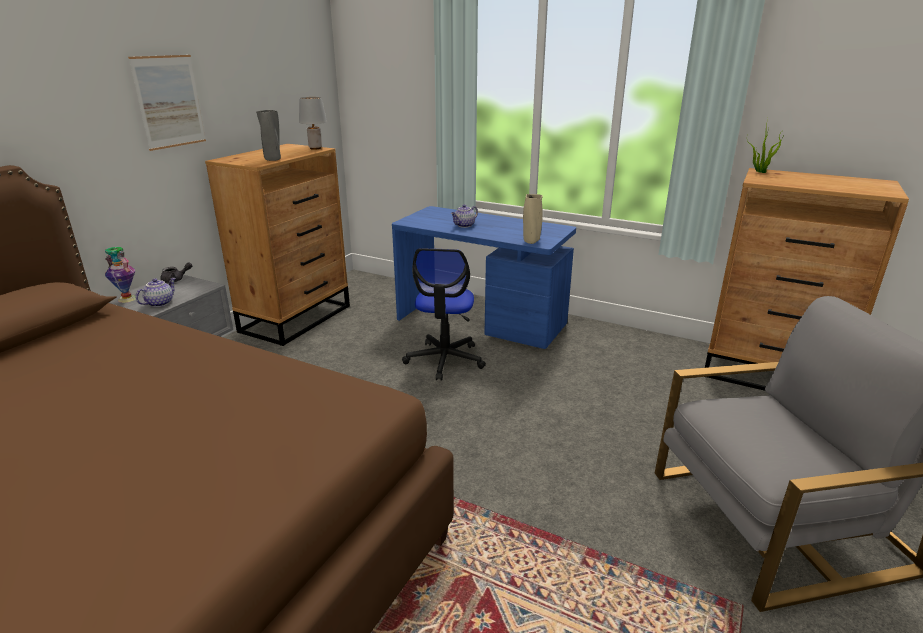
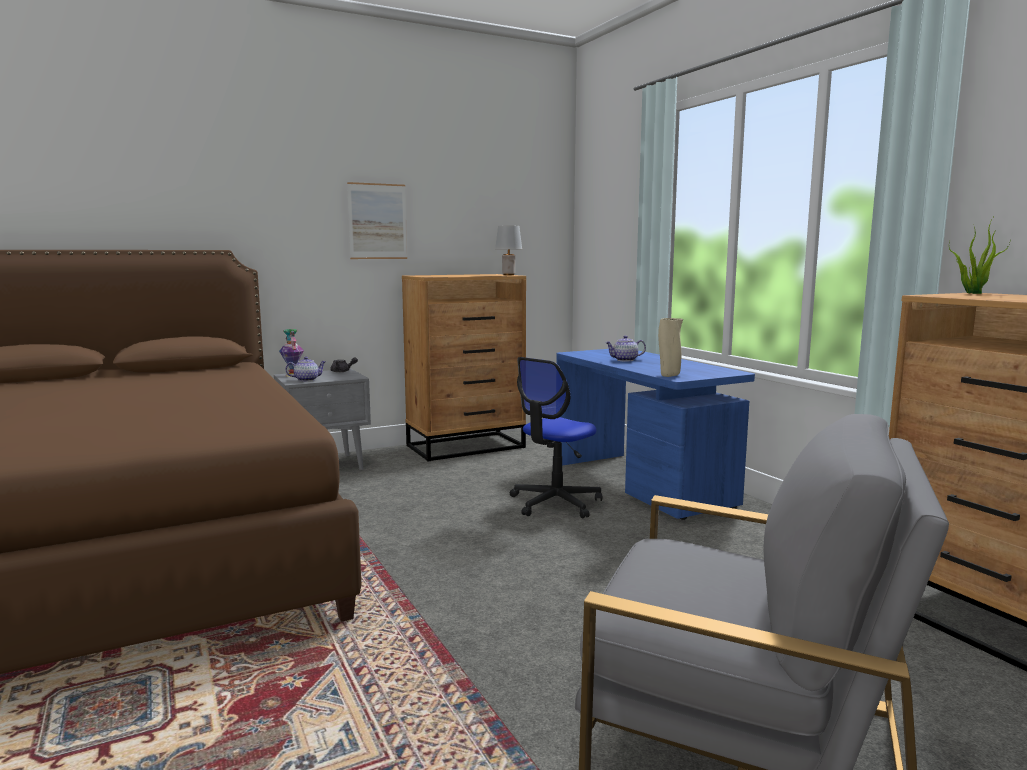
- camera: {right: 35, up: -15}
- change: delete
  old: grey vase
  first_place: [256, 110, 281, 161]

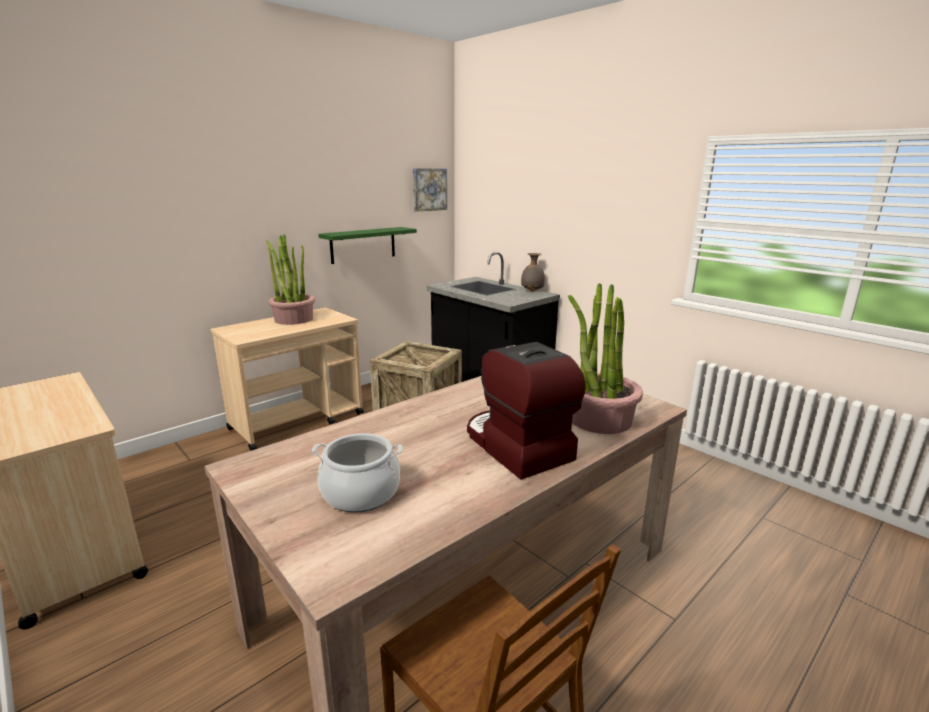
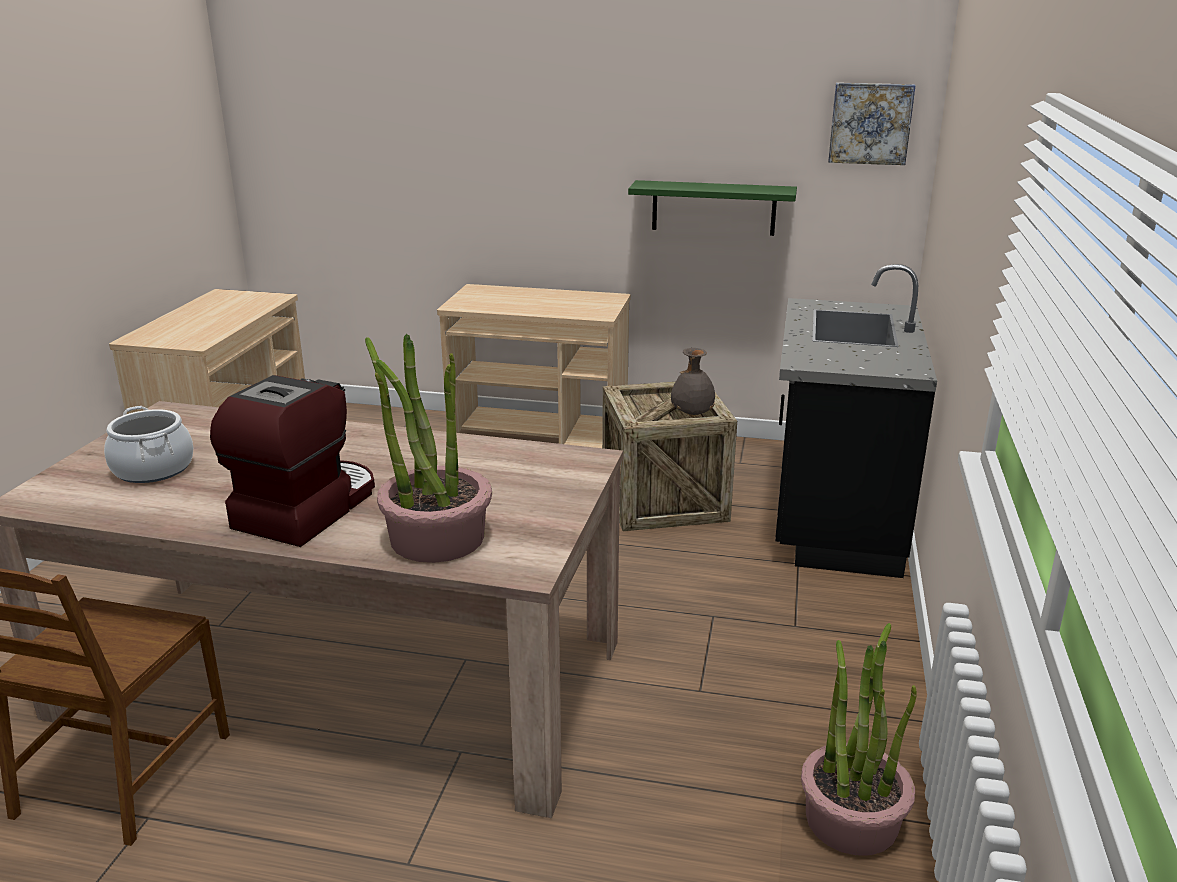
- camera: {right: 55, up: 5}
- change: move
  old: grey vase
  first_place: [521, 253, 545, 292]
  second_place: [671, 348, 715, 417]
- change: move
  old: potted plant
  first_place: [266, 234, 315, 325]
  second_place: [801, 623, 916, 856]

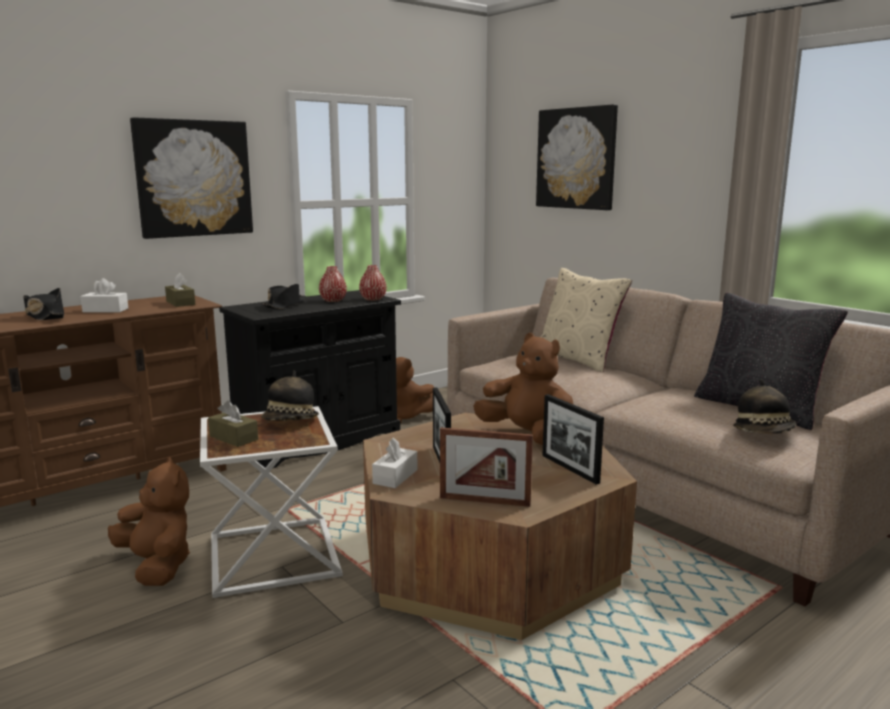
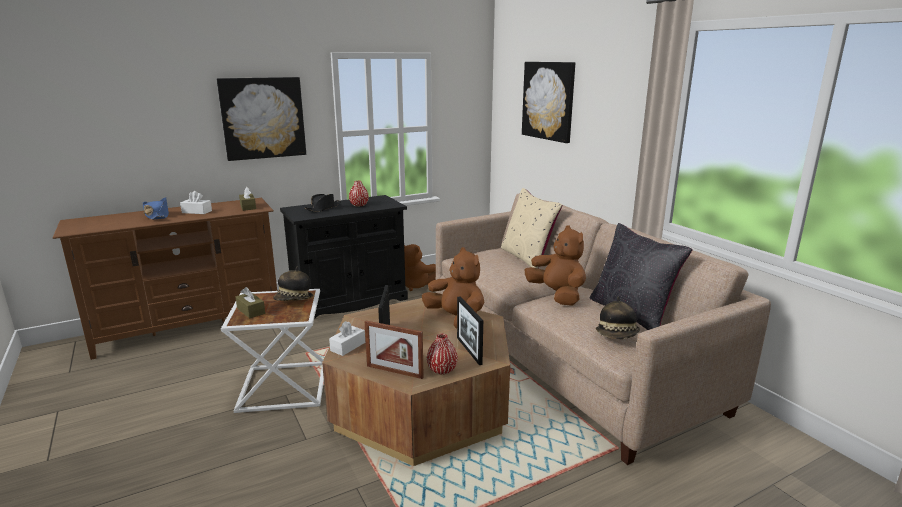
- camera: {right: 10, up: 5}
- change: recolor
  old: black hat
  new: blue hat
  first_place: [23, 288, 64, 320]
  second_place: [142, 197, 169, 220]
- change: move
  old: red vase
  first_place: [359, 265, 387, 301]
  second_place: [427, 334, 458, 375]
- change: move
  old: brown plush toy
  first_place: [108, 457, 190, 586]
  second_place: [525, 225, 586, 306]

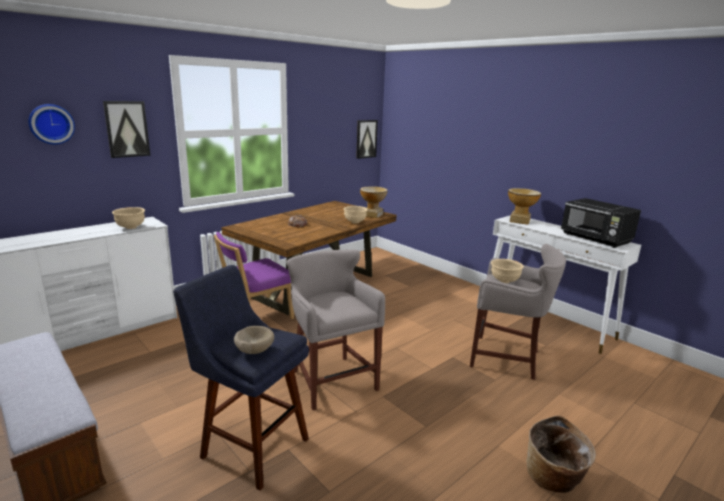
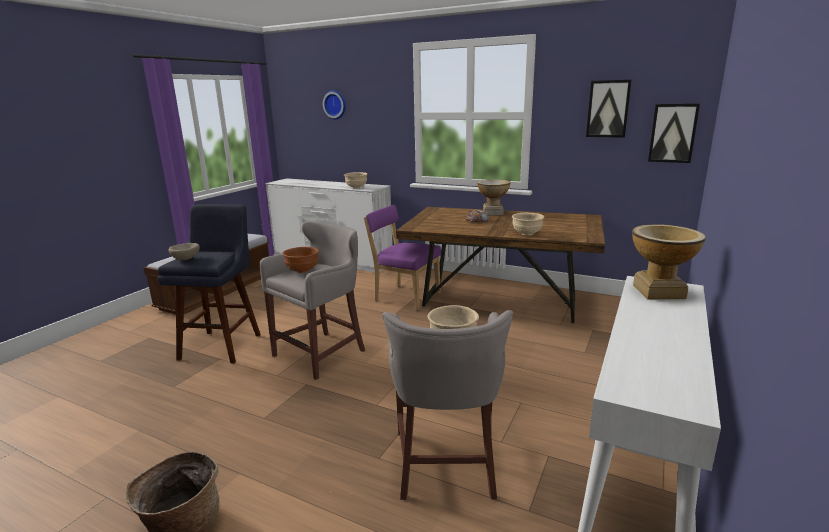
- camera: {right: 70, up: 0}
- change: insert
  new: brown bowl
  second_place: [283, 247, 319, 273]
- change: move
  old: vase
  first_place: [360, 186, 388, 218]
  second_place: [477, 179, 510, 215]
- change: move
  old: picture
  first_place: [103, 101, 151, 158]
  second_place: [586, 80, 632, 138]
- change: delete
  old: black microwave
  first_place: [561, 198, 641, 248]

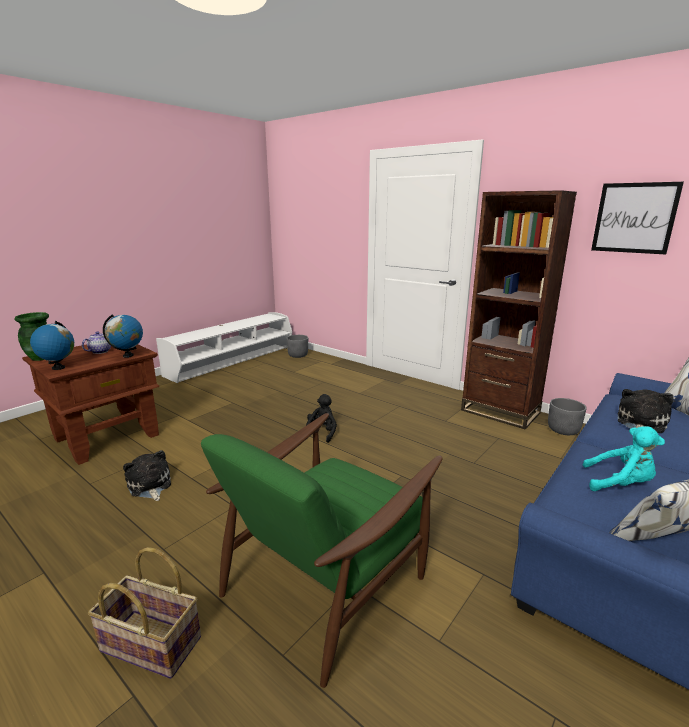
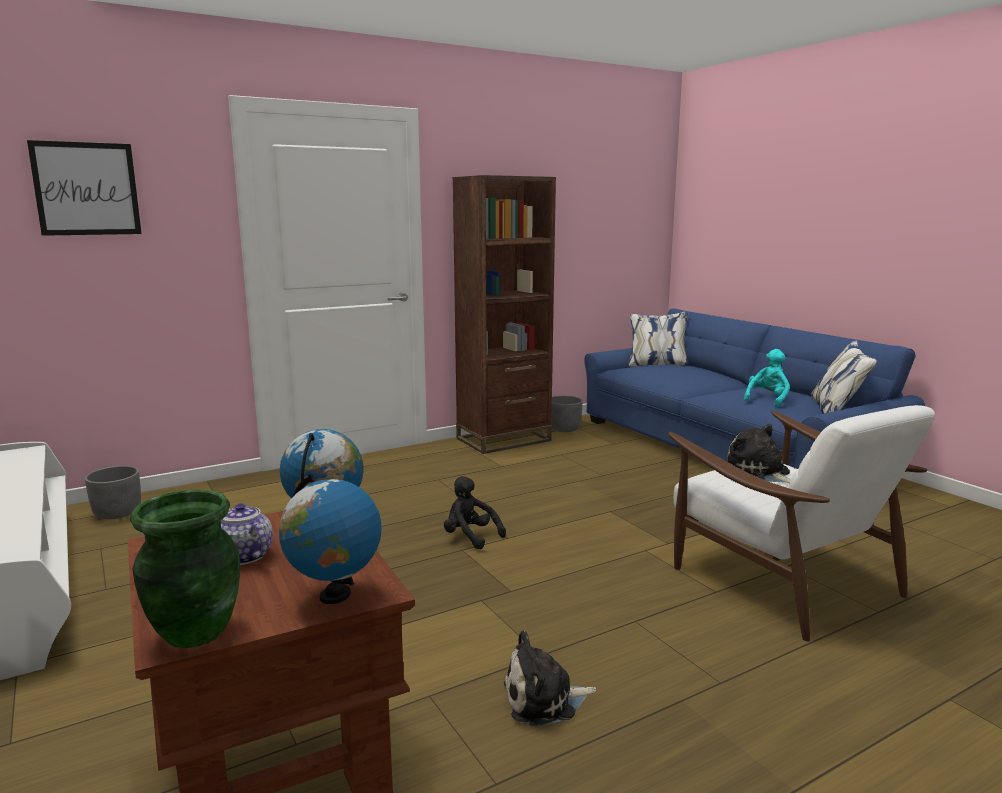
- camera: {right: -70, up: -5}
- change: move
  old: picture
  first_place: [591, 182, 684, 255]
  second_place: [27, 140, 142, 236]
- change: recolor
  old: green armchair
  new: white armchair
  first_place: [201, 413, 443, 688]
  second_place: [668, 405, 935, 641]
- change: move
  old: plush toy
  first_place: [618, 389, 674, 433]
  second_place: [727, 424, 791, 483]
- change: delete
  old: basket
  first_place: [88, 547, 201, 679]

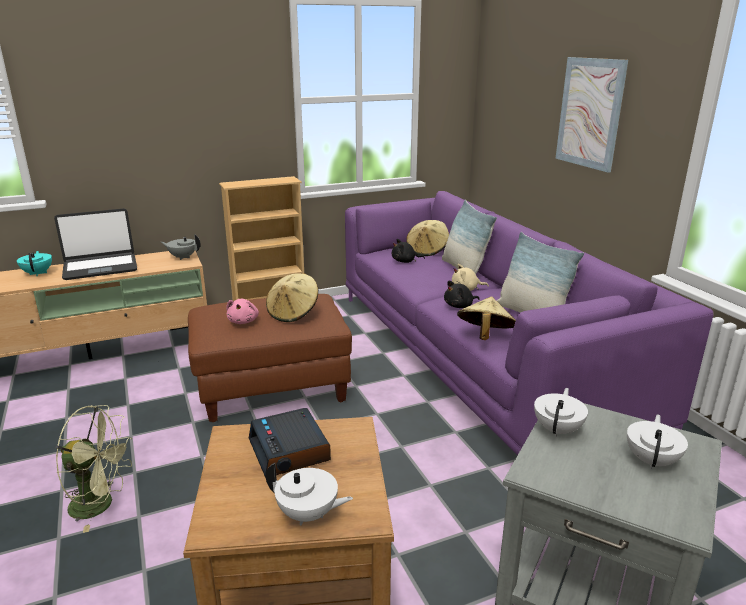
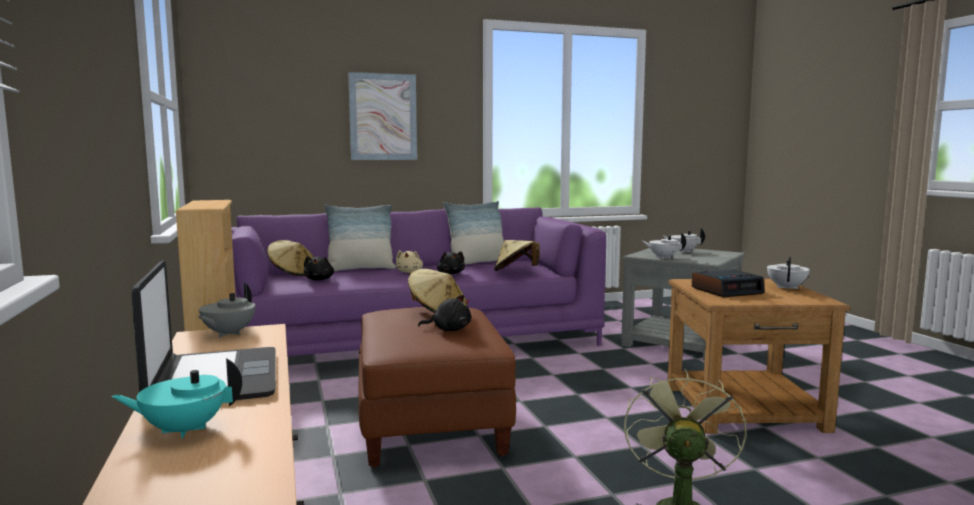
- camera: {right: -85, up: -15}
- change: recolor
  old: pink plush toy
  new: black plush toy
  first_place: [226, 299, 259, 324]
  second_place: [418, 295, 471, 331]

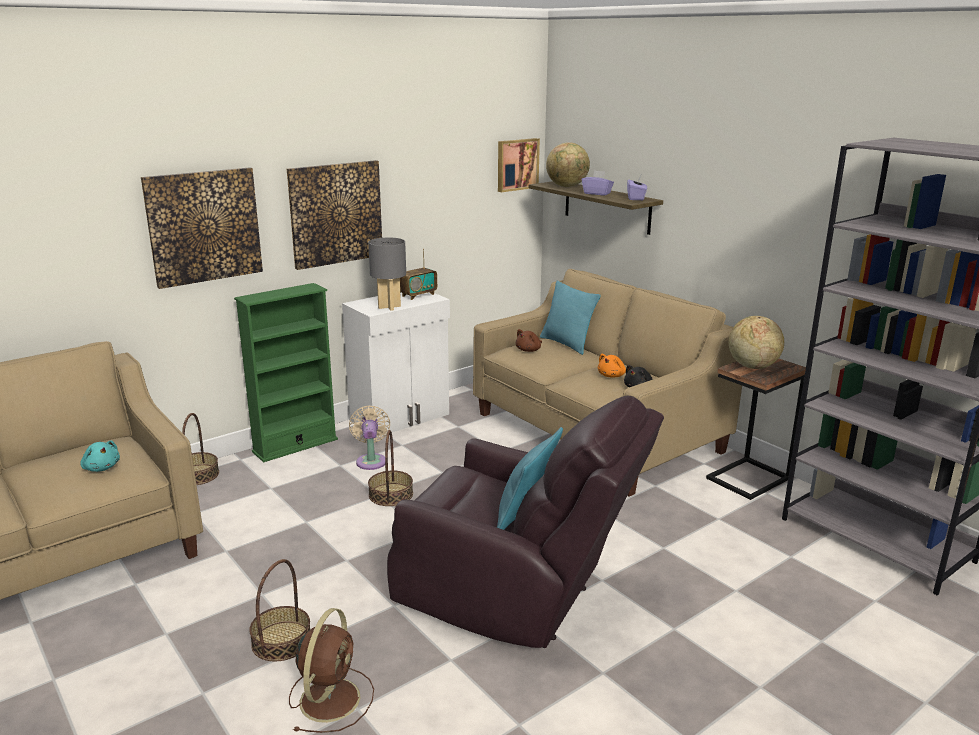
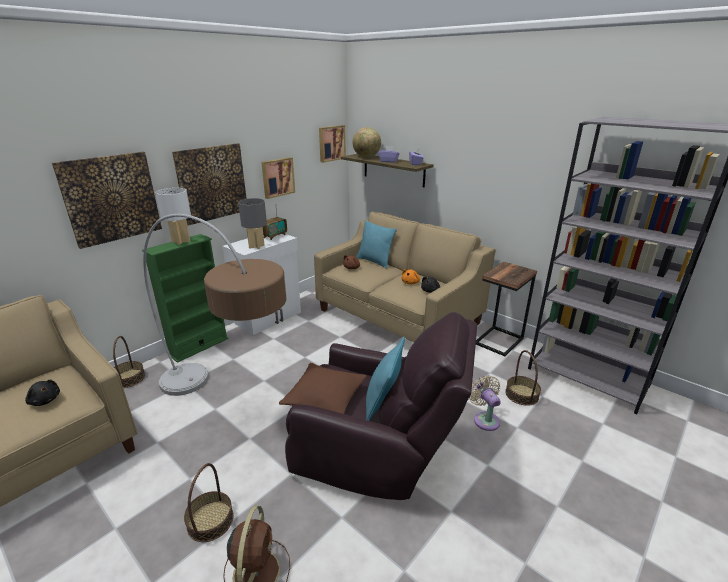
- camera: {right: -10, up: 5}
- change: recolor
  old: turquoise plush toy
  new: black plush toy
  first_place: [81, 441, 120, 472]
  second_place: [25, 380, 60, 406]
- change: insert
  new: floor lamp
  second_place: [143, 214, 286, 396]
- change: insert
  new: white table lamp
  second_place: [156, 188, 191, 245]
- change: insert
  new: picture
  second_place: [261, 157, 295, 199]
- change: insert
  new: brown pillow
  second_place: [279, 363, 366, 414]
- change: move
  old: beige fan
  first_place: [349, 405, 390, 470]
  second_place: [469, 375, 501, 431]
- change: move
  old: basket
  first_place: [368, 430, 413, 506]
  second_place: [505, 350, 541, 406]
- change: delete
  old: globe
  first_place: [729, 316, 784, 369]

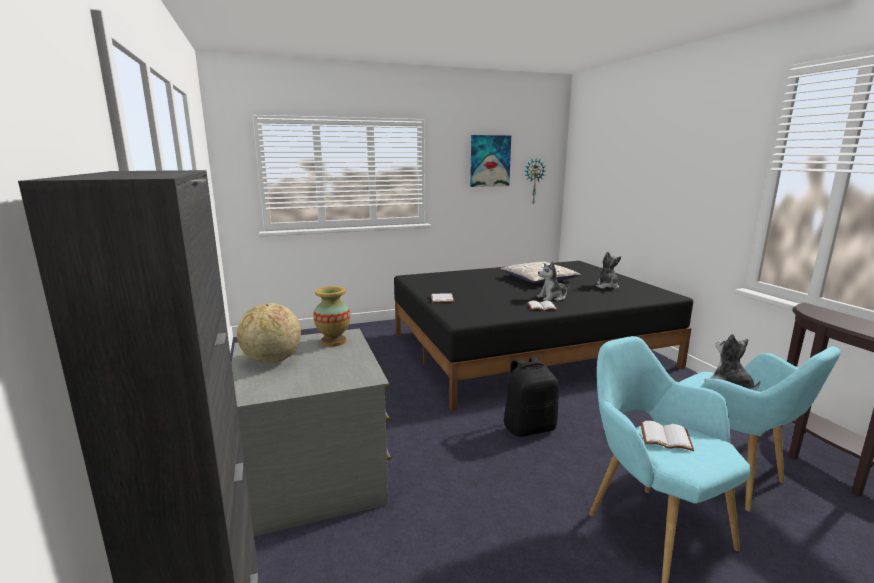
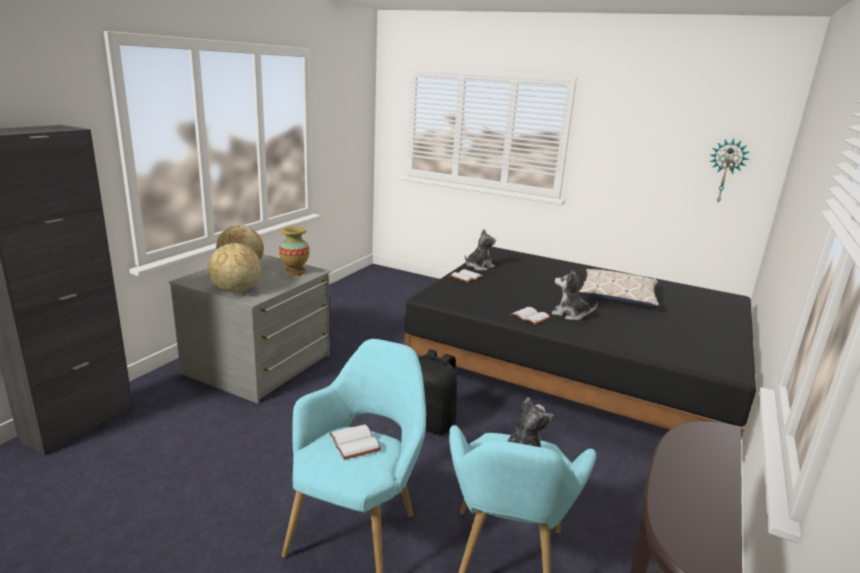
- camera: {right: 45, up: 5}
- change: insert
  new: globe
  second_place: [208, 243, 261, 293]
- change: move
  old: plush toy
  first_place: [596, 251, 621, 289]
  second_place: [465, 229, 496, 271]
- change: delete
  old: picture
  first_place: [470, 135, 511, 187]

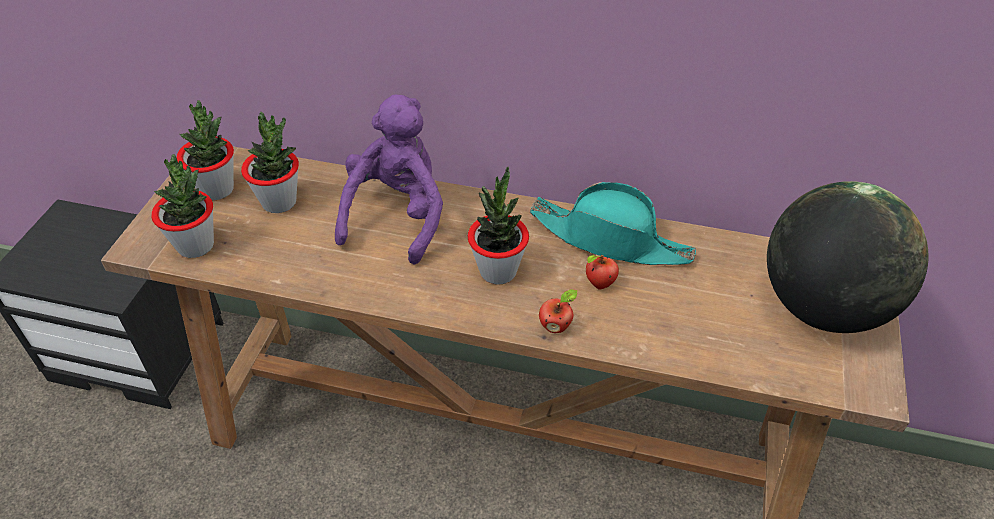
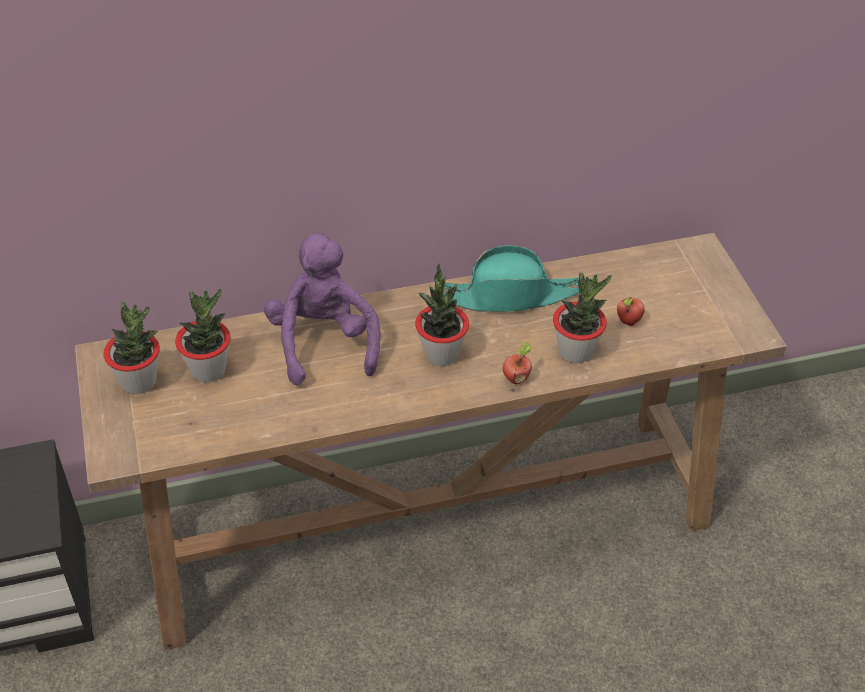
- camera: {right: -30, up: 0}
- change: move
  old: potted plant
  first_place: [151, 154, 214, 258]
  second_place: [553, 272, 611, 364]
- change: move
  old: apple
  first_place: [586, 255, 619, 289]
  second_place: [617, 297, 644, 326]
- change: delete
  old: globe
  first_place: [767, 181, 929, 333]

